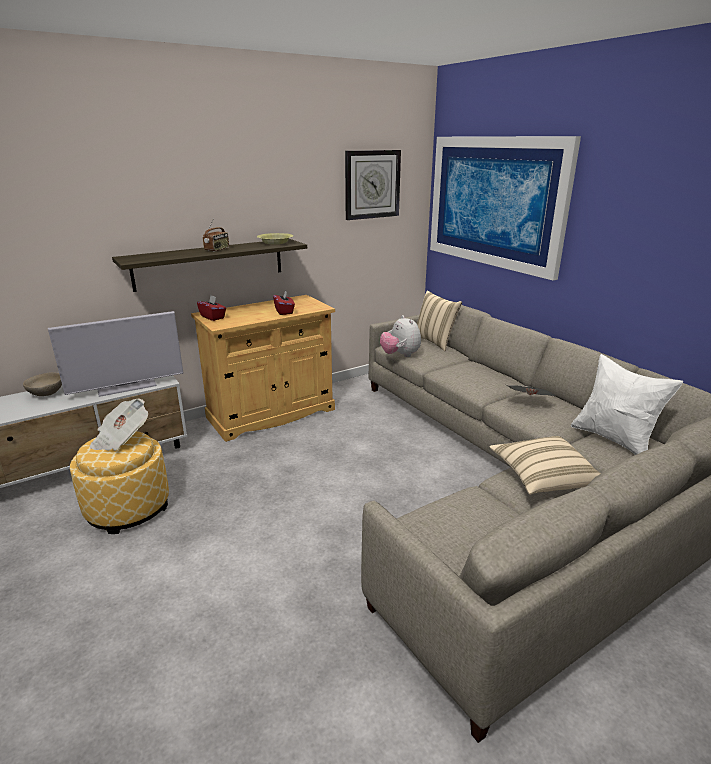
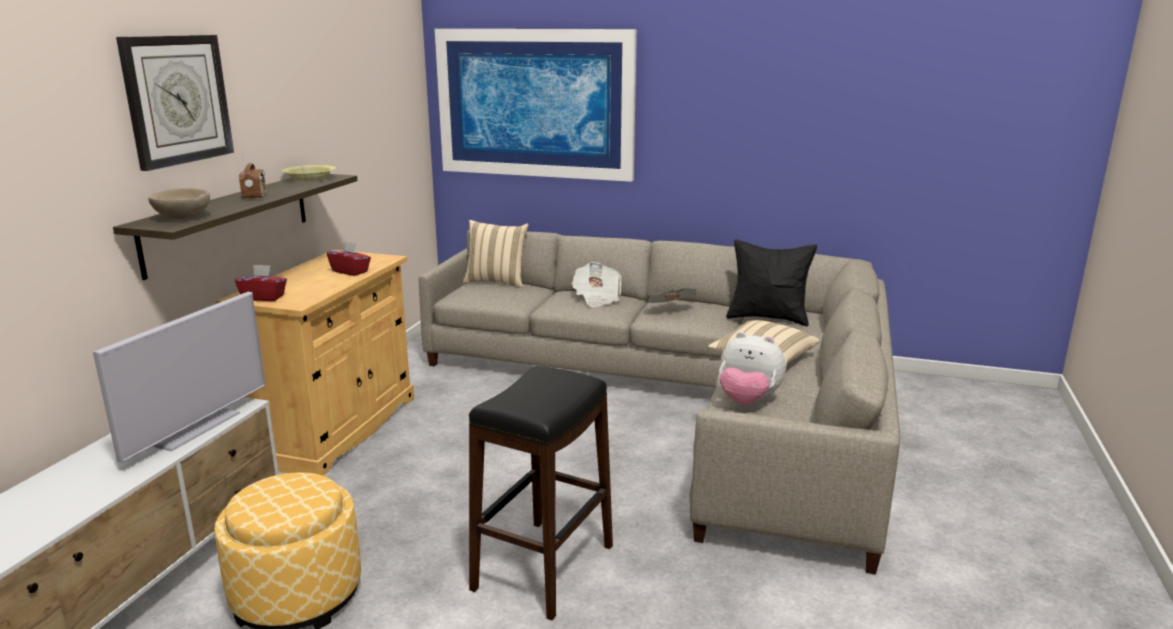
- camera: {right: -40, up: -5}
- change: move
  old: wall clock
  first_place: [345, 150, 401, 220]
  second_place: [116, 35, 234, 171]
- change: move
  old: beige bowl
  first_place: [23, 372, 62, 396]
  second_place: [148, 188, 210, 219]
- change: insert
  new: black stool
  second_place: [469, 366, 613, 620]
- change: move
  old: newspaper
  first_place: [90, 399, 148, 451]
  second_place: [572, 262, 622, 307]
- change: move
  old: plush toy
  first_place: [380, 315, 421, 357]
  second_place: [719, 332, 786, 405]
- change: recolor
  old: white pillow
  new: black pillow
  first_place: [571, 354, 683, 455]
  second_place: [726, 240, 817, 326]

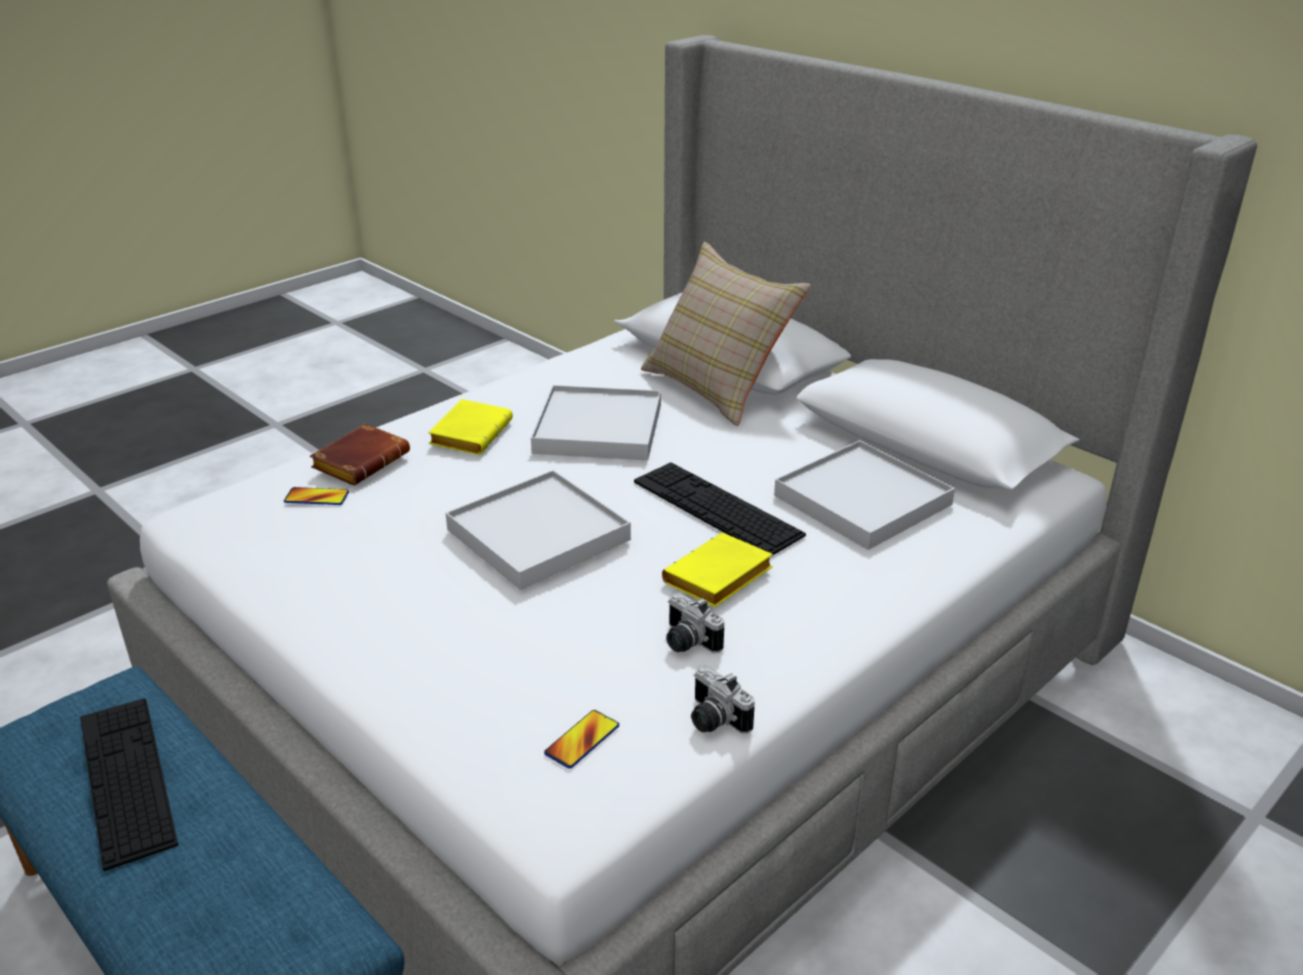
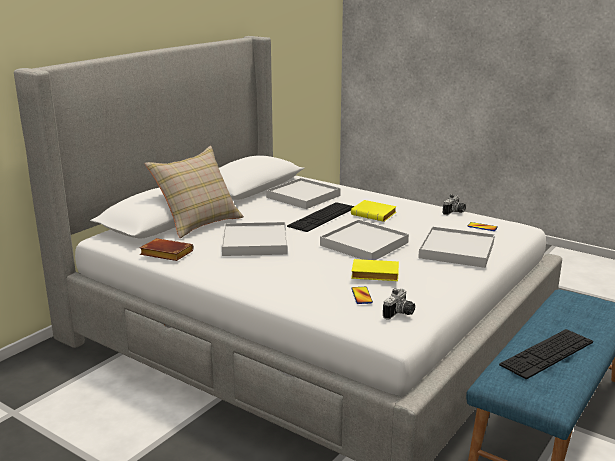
- camera: {right: -100, up: -10}
- change: move
  old: brown book
  first_place: [310, 423, 410, 486]
  second_place: [140, 238, 193, 261]
- change: move
  old: yellow book
  first_place: [428, 399, 513, 455]
  second_place: [351, 259, 399, 281]
- change: move
  old: photo camera
  first_place: [666, 592, 724, 653]
  second_place: [383, 288, 415, 319]
- change: insert
  new: white tray
  second_place: [418, 226, 495, 268]

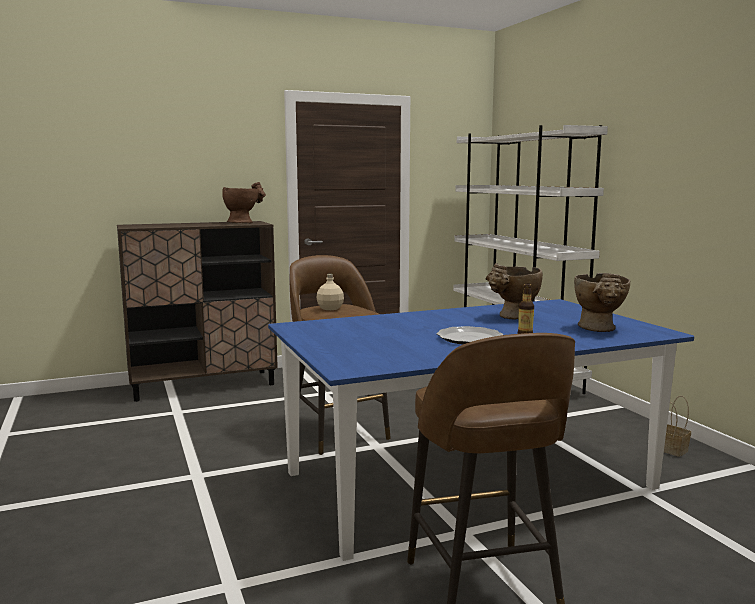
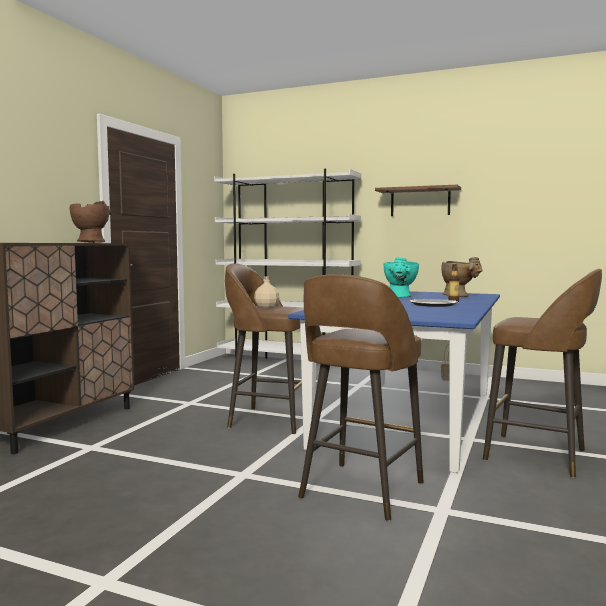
- camera: {right: -45, up: -5}
- change: insert
  new: brown stool
  second_place: [298, 274, 423, 521]
- change: insert
  new: brown shelf
  second_place: [375, 185, 461, 216]
- change: recolor
  old: beige vase
  new: turquoise vase
  first_place: [486, 263, 543, 320]
  second_place: [384, 257, 419, 298]

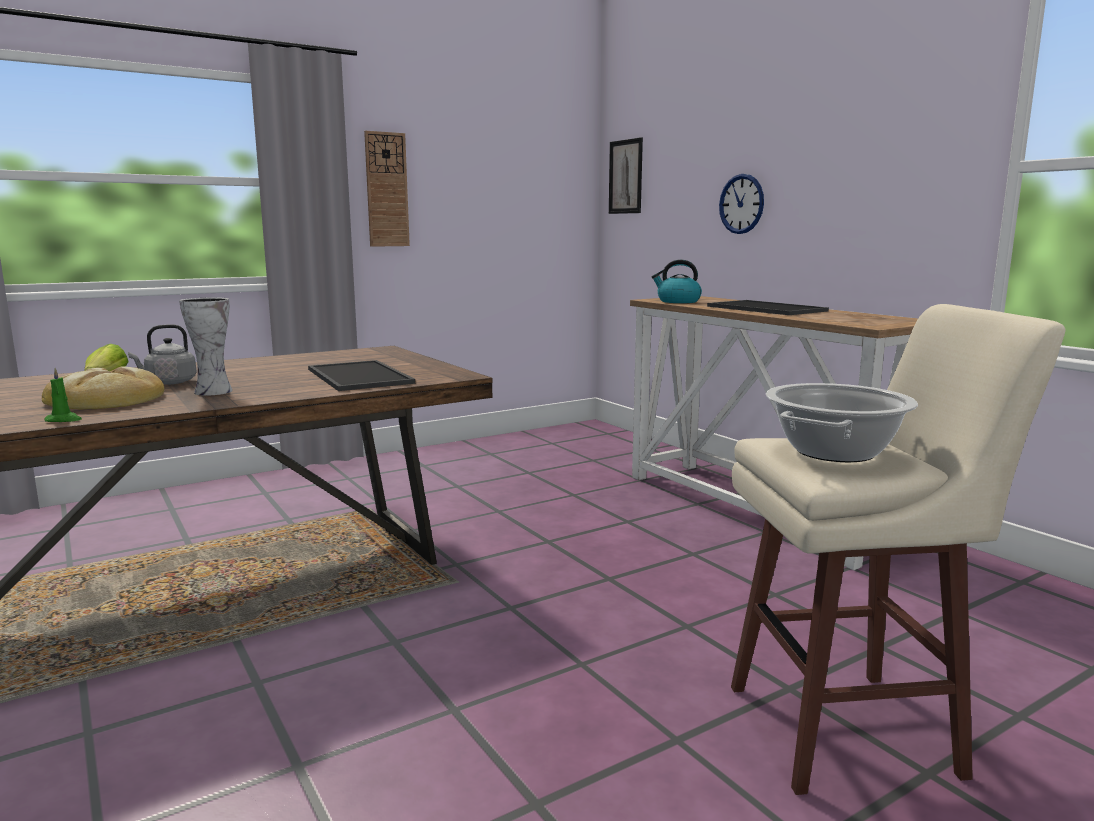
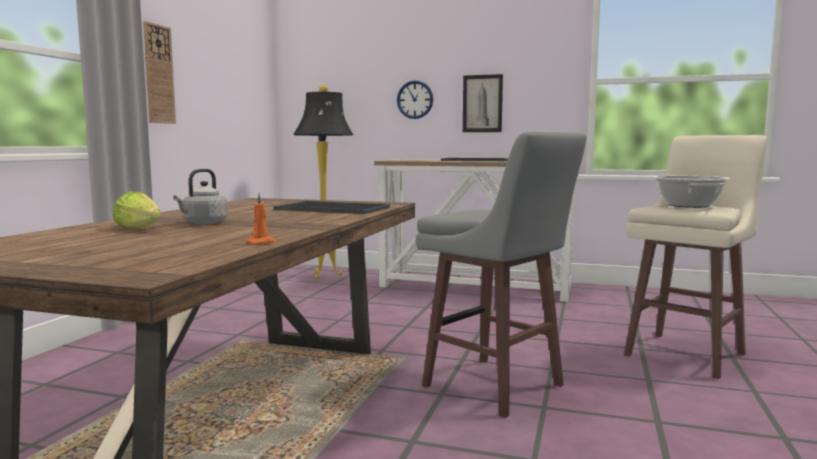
- camera: {right: -40, up: -5}
- change: recolor
  old: green candle
  new: orange candle
  first_place: [44, 368, 82, 422]
  second_place: [246, 193, 276, 245]
- change: insert
  new: black floor lamp
  second_place: [293, 85, 353, 279]
- change: insert
  new: grey stool
  second_place: [416, 132, 587, 418]
- change: move
  old: picture
  first_place: [609, 137, 643, 214]
  second_place: [463, 74, 503, 132]
- change: delete
  old: bread
  first_place: [42, 366, 164, 409]
- change: delete
  old: vase
  first_place: [179, 297, 233, 396]
- change: delete
  old: kettle
  first_place: [652, 260, 702, 303]

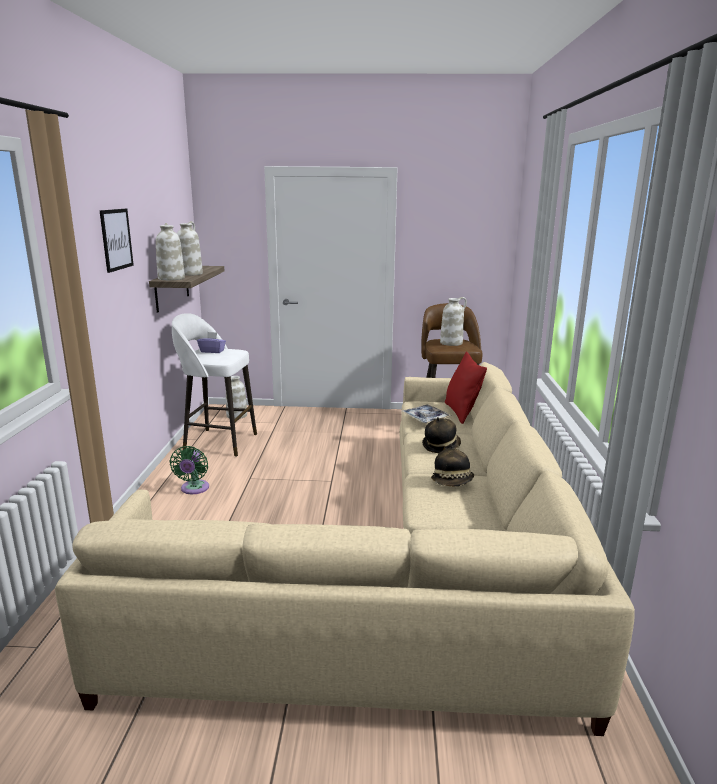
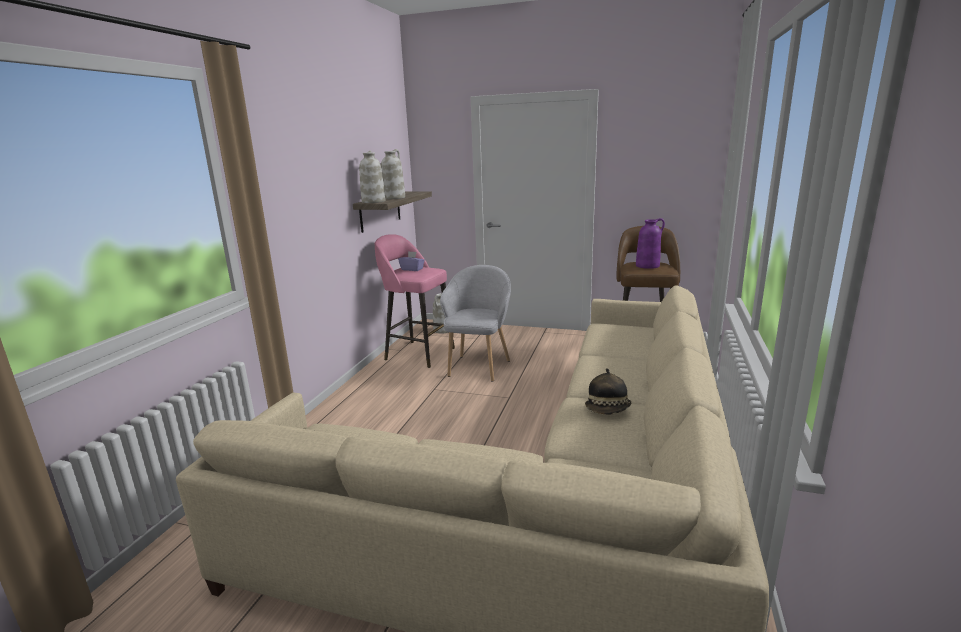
- camera: {right: 15, up: 0}
- change: recolor
  old: white stool
  new: pink stool
  first_place: [172, 313, 257, 457]
  second_place: [375, 234, 455, 368]
- change: insert
  new: grey armchair
  second_place: [440, 265, 511, 382]
- change: recolor
  old: white vase
  new: purple vase
  first_place: [440, 297, 467, 346]
  second_place: [636, 218, 665, 269]
- change: delete
  old: picture
  first_place: [100, 209, 134, 273]
- change: delete
  old: green fan
  first_place: [170, 446, 209, 494]
- change: delete
  old: tray
  first_place: [402, 404, 452, 423]
- change: delete
  old: hat
  first_place: [422, 417, 461, 453]
- change: delete
  old: red pillow
  first_place: [445, 351, 487, 424]

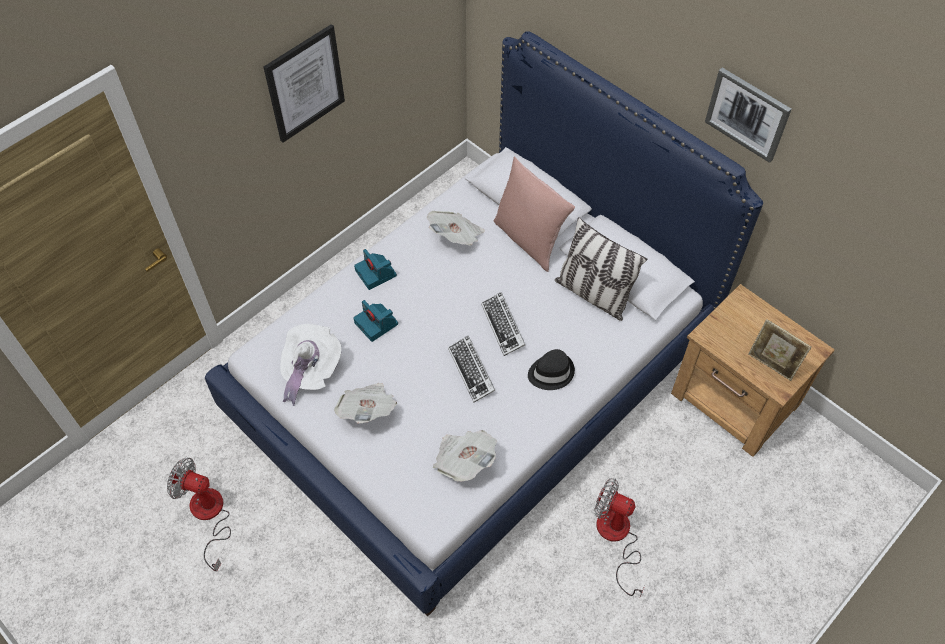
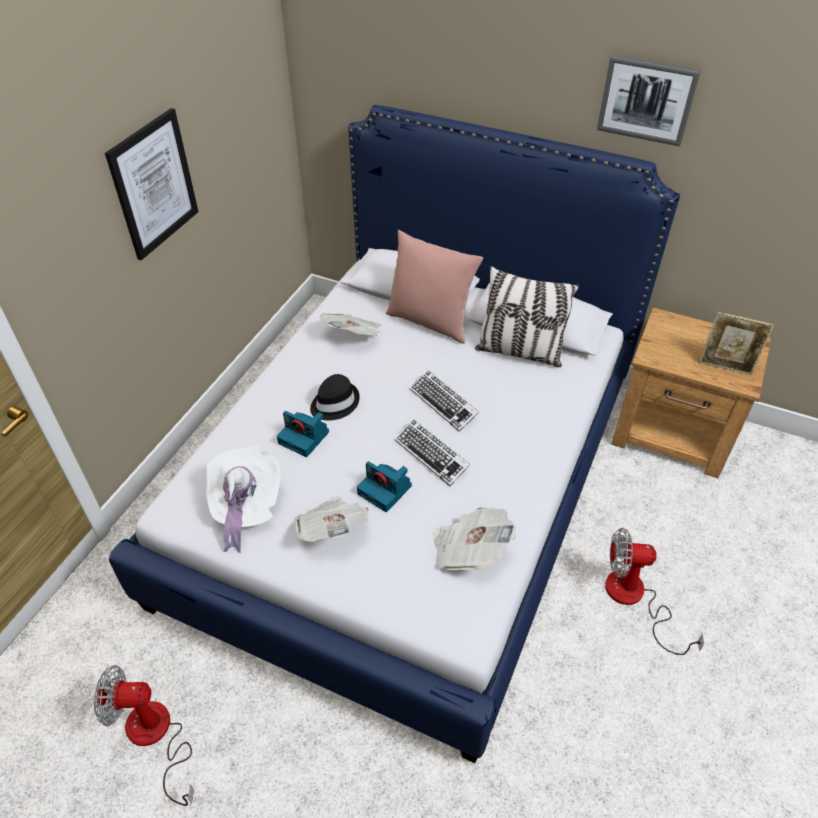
- camera: {right: -20, up: -10}
- change: move
  old: black hat
  first_place: [528, 349, 575, 390]
  second_place: [310, 374, 360, 420]
- change: move
  old: photo camera
  first_place: [354, 249, 397, 290]
  second_place: [357, 461, 412, 512]

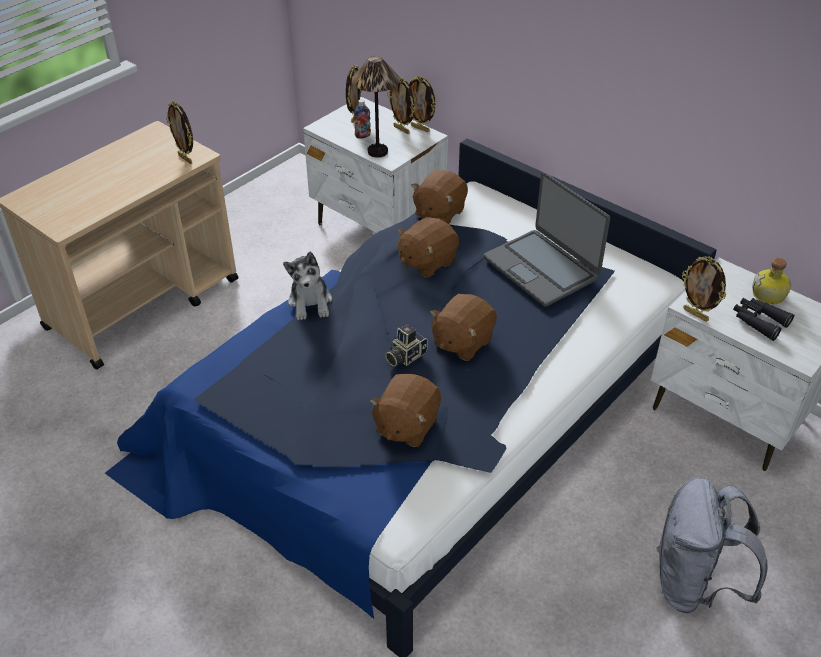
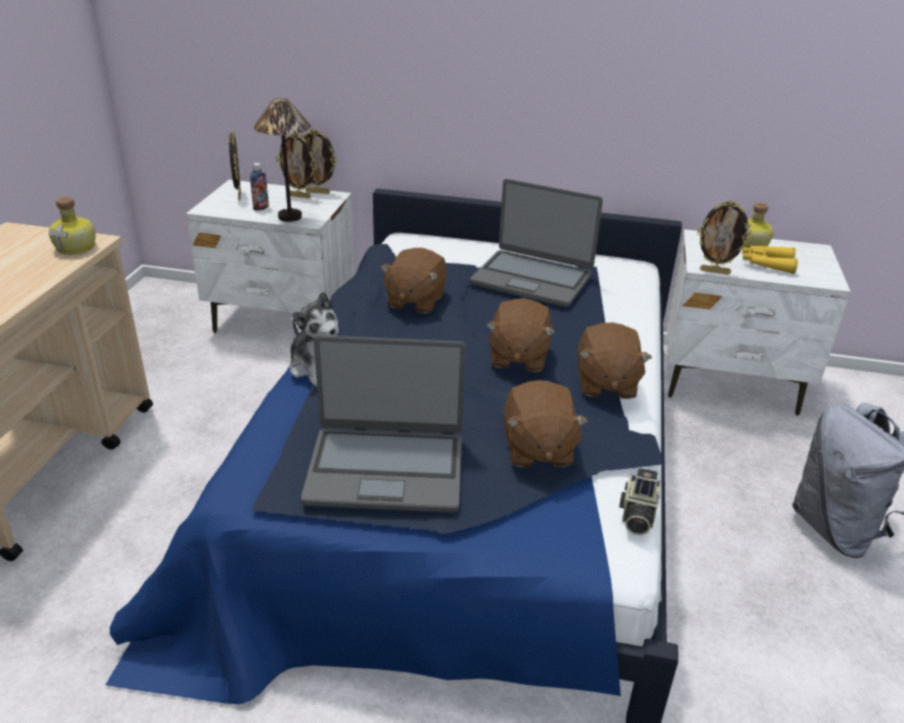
- camera: {right: -30, up: -10}
- change: replace
  old: picture frame
  new: bottle
  first_place: [166, 101, 193, 164]
  second_place: [49, 197, 96, 255]
- change: insert
  new: laptop
  second_place: [301, 335, 466, 513]
- change: move
  old: brown plush toy
  first_place: [411, 170, 468, 224]
  second_place: [578, 322, 652, 399]
- change: move
  old: photo camera
  first_place: [385, 324, 428, 367]
  second_place: [619, 468, 661, 535]
- change: recolor
  old: black binoculars
  new: yellow binoculars
  first_place: [733, 298, 794, 341]
  second_place: [742, 245, 798, 274]

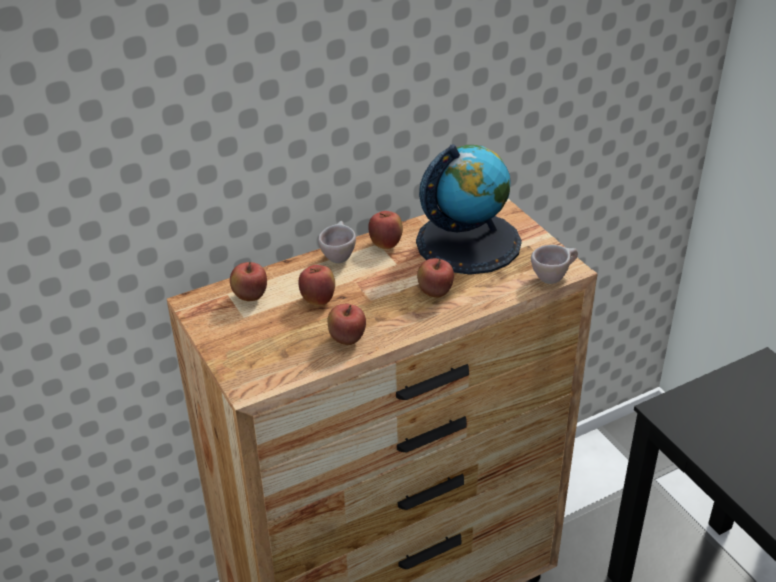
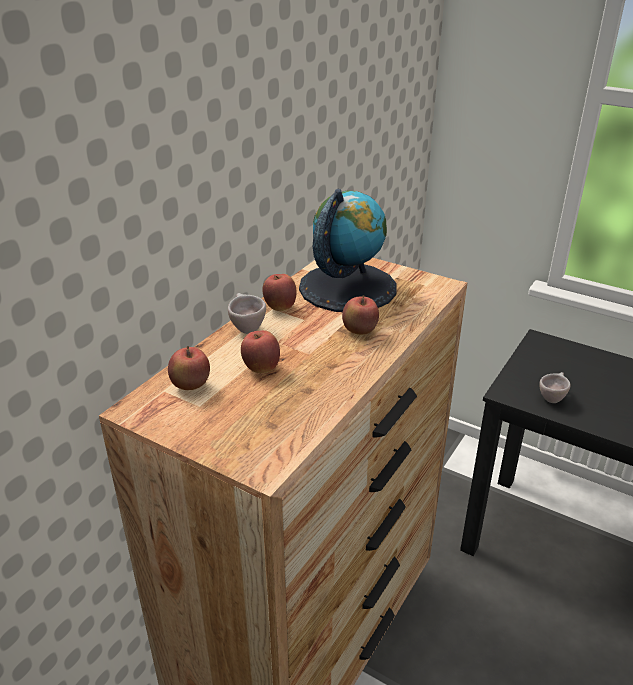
- camera: {right: -30, up: -5}
- change: move
  old: beige cup
  first_place: [531, 245, 578, 284]
  second_place: [539, 372, 570, 403]
- change: delete
  old: apple
  first_place: [327, 304, 366, 345]

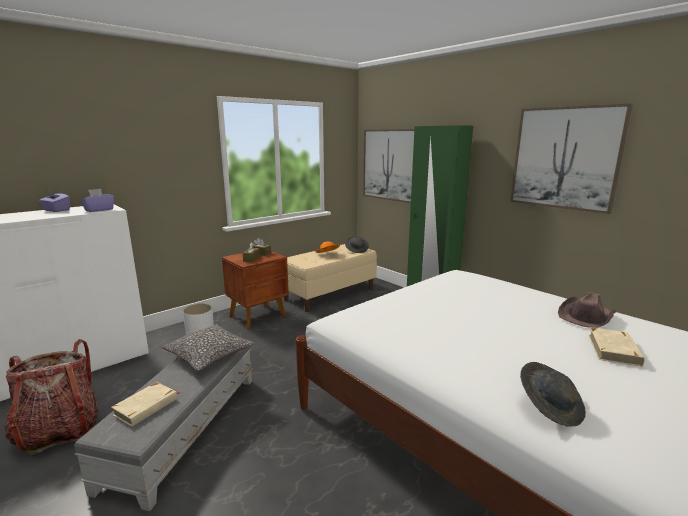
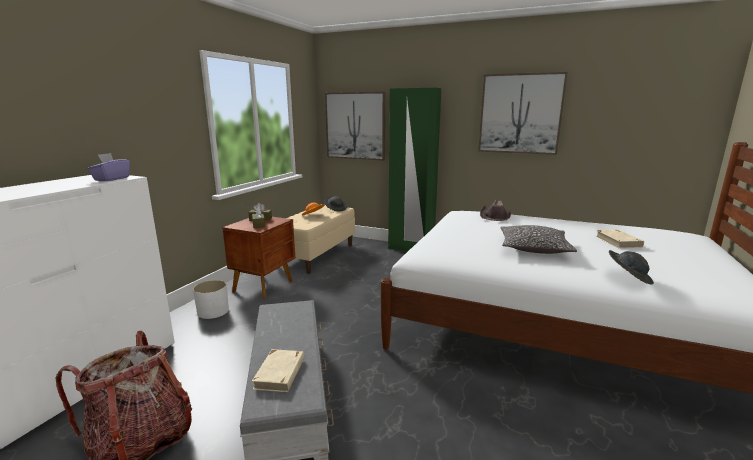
- camera: {right: -25, up: 0}
- change: move
  old: brown hat
  first_place: [558, 292, 616, 328]
  second_place: [480, 200, 511, 221]
- change: move
  old: pillow
  first_place: [161, 324, 254, 371]
  second_place: [501, 225, 577, 254]
- change: delete
  old: purple tissue box
  first_place: [39, 190, 70, 212]

